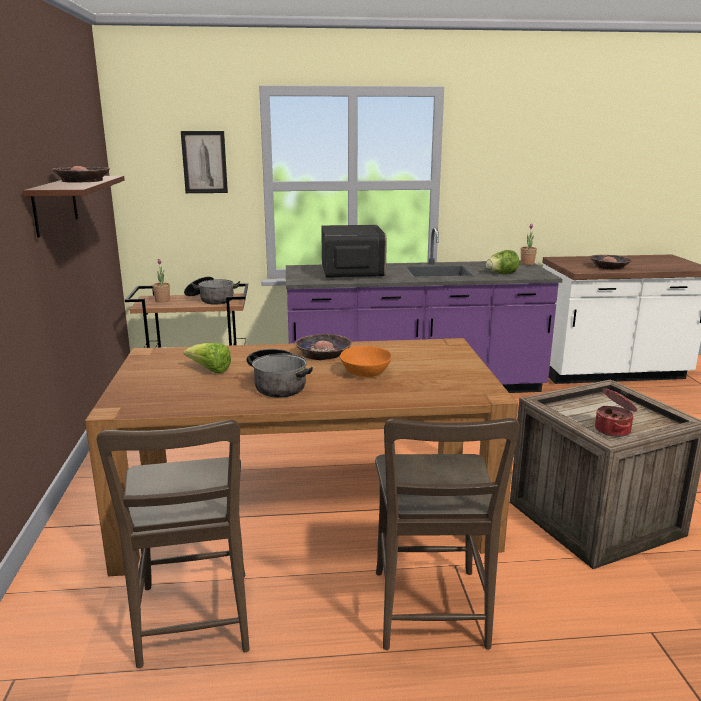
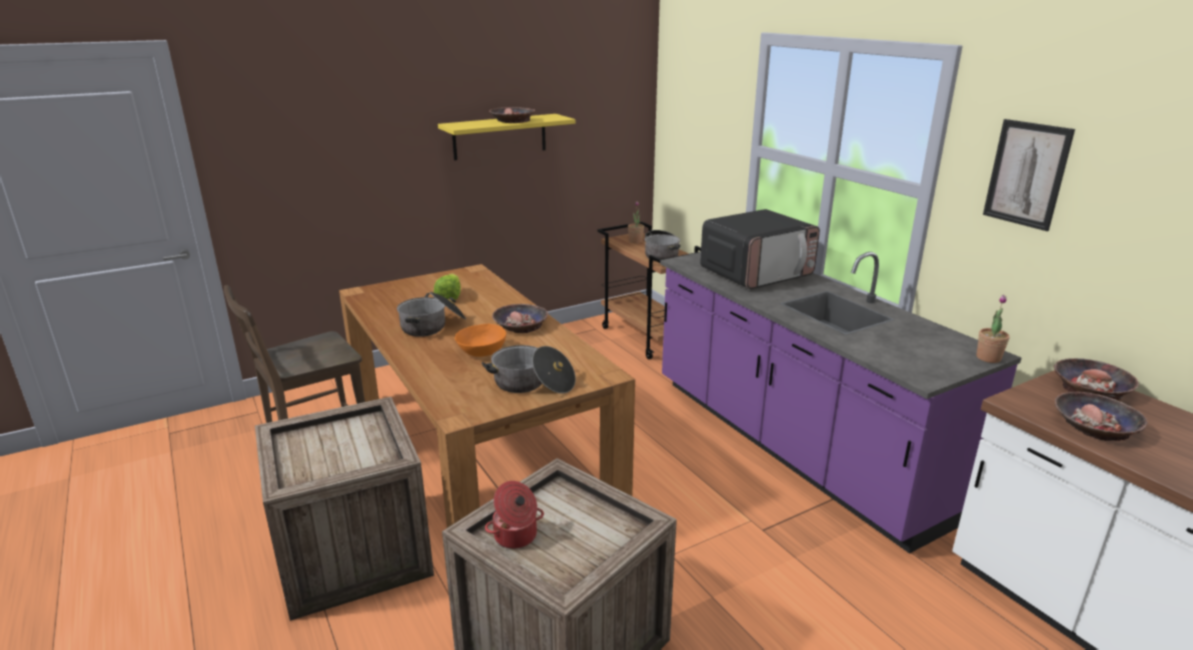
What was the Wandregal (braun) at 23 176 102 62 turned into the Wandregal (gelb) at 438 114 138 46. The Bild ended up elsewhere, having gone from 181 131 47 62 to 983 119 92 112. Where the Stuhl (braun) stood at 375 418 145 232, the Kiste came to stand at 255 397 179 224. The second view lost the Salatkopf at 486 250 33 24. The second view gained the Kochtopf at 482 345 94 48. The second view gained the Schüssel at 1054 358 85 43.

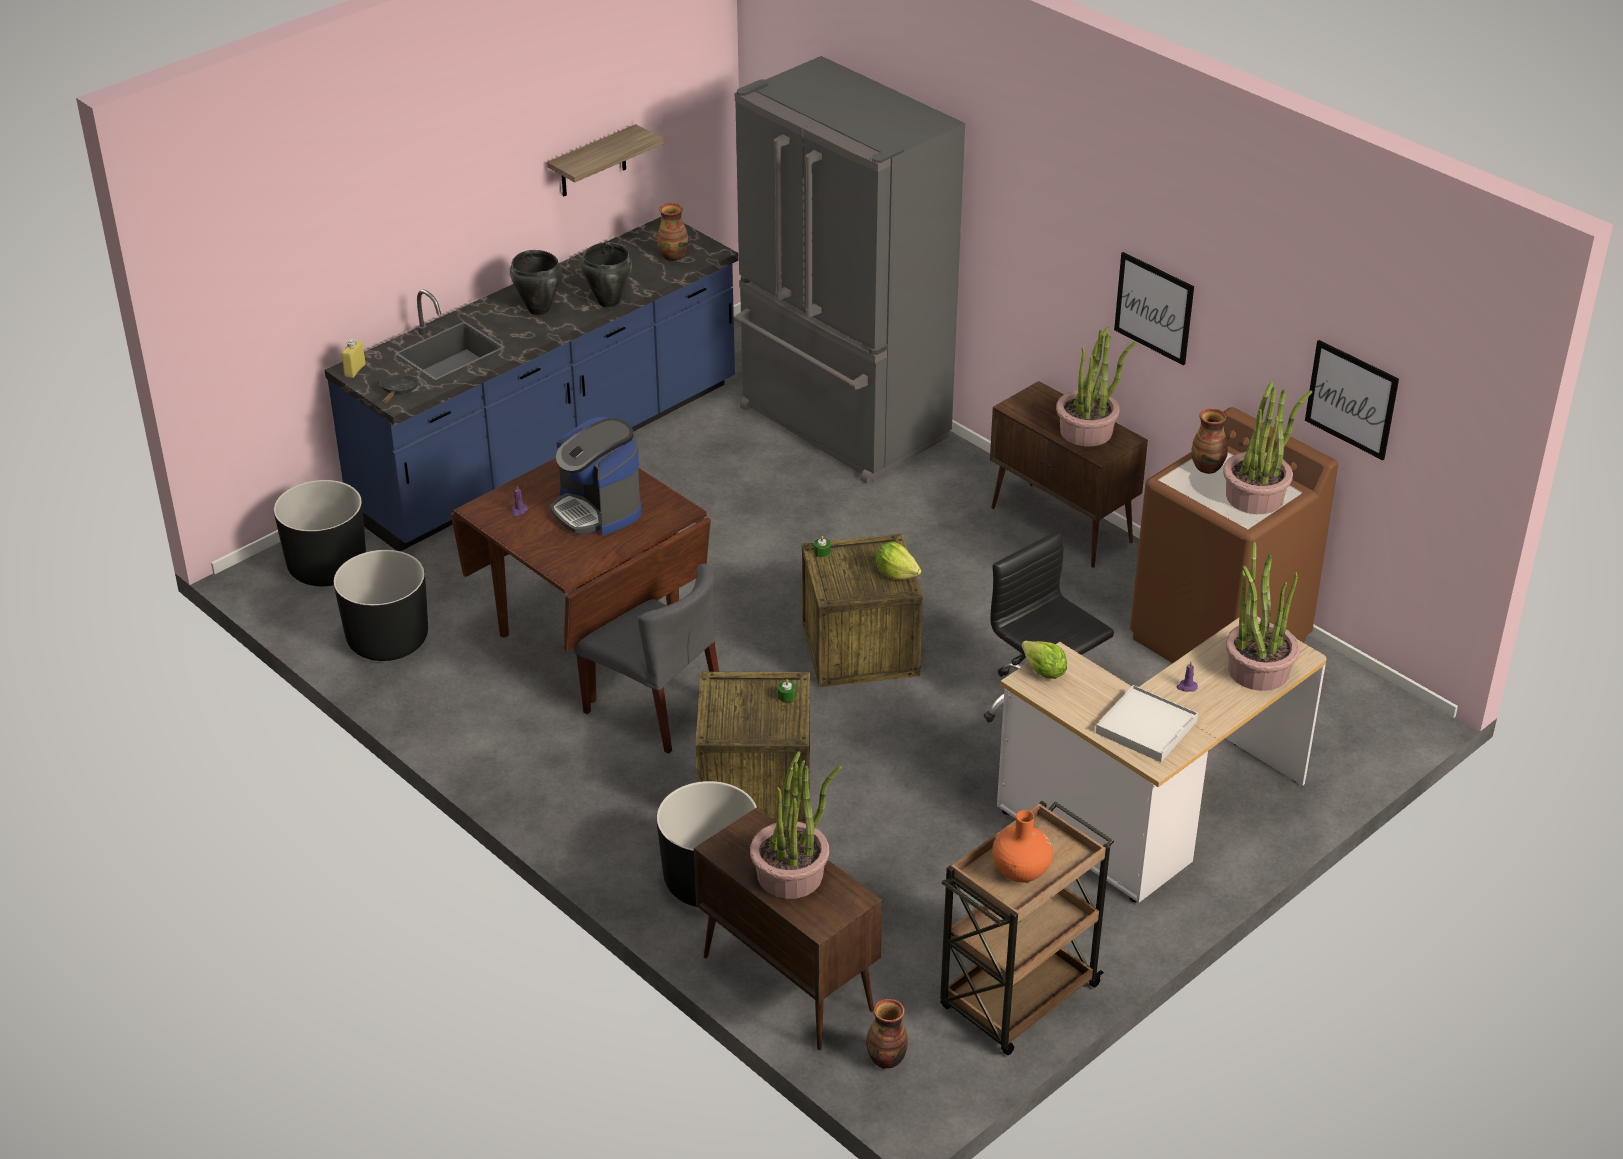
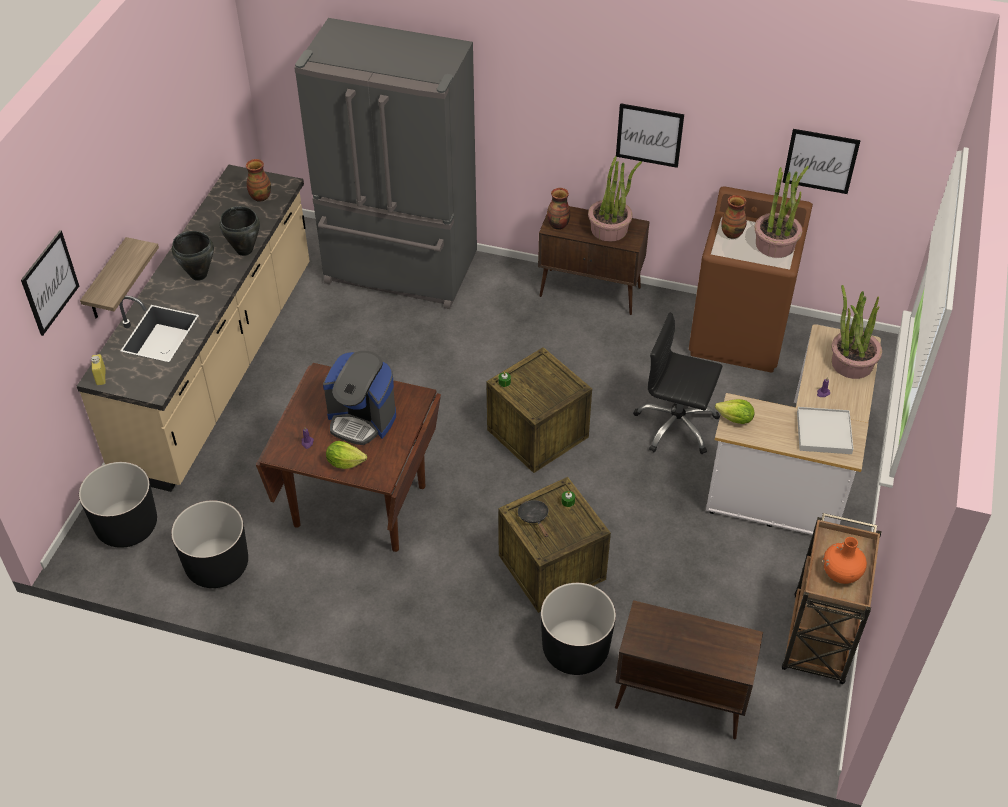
What was the Küchenzeile (blau) at 325 217 413 334 turned into the Küchenzeile (beige) at 77 165 233 327. The Pfanne (schwarz) ended up elsewhere, having gone from 380 375 38 29 to 518 500 31 37. The Wandregal ended up elsewhere, having gone from 547 124 117 72 to 80 237 79 82. The second view lost the Stuhl (grau) at 574 564 145 190. The second view lost the Topfpflanze at 750 751 92 148. The Vase ended up elsewhere, having gone from 866 999 42 70 to 547 188 23 42. The Salatkopf ended up elsewhere, having gone from 876 542 45 37 to 326 441 41 28. The second view gained the Bild at 21 230 58 106.

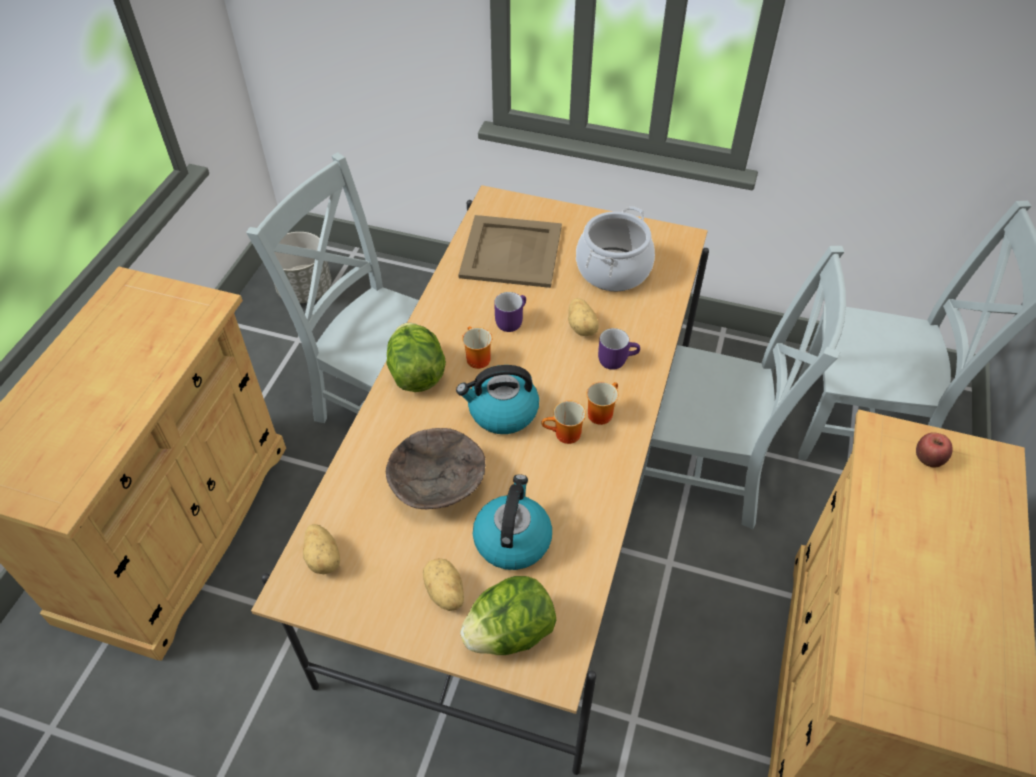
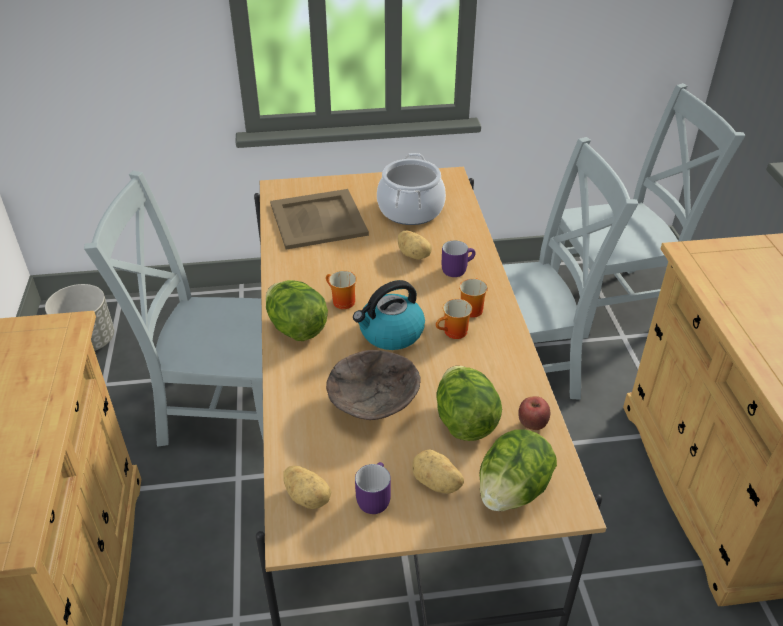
Where the Wasserkessel stood at 473 474 79 96, the Salatkopf came to stand at 436 366 66 75. The Henkelbecher (lila) ended up elsewhere, having gone from 494 292 32 40 to 355 462 36 52. The Apfel ended up elsewhere, having gone from 916 432 37 36 to 518 396 32 34.

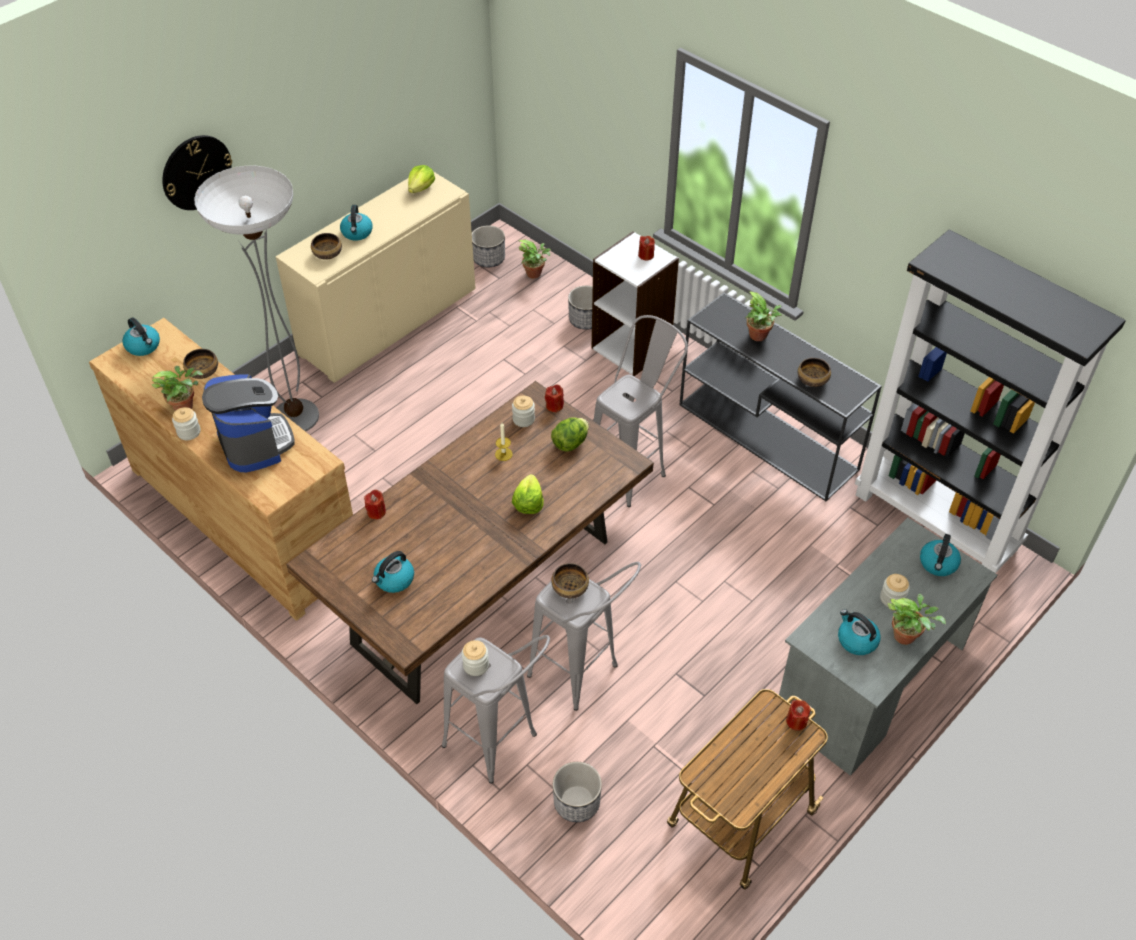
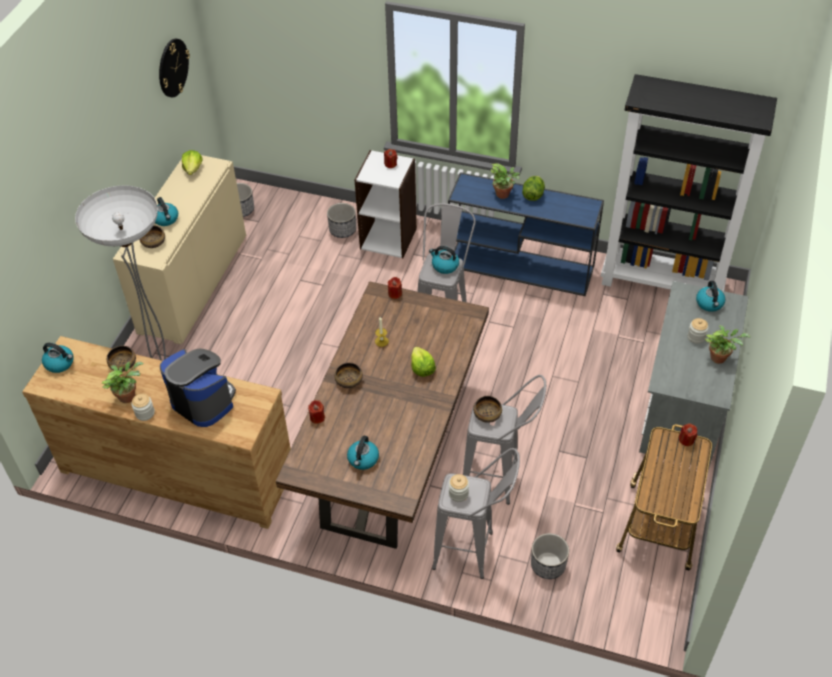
The Wanduhr ended up elsewhere, having gone from 162 135 70 75 to 159 39 31 58. The second view lost the Vorratsglas at 512 396 23 31. The second view lost the Topfpflanze at 519 239 32 40. The Salatkopf ended up elsewhere, having gone from 551 417 38 35 to 522 176 23 25. What was the Konsolentisch (schwarz) at 680 293 202 208 turned into the Konsolentisch (blau) at 448 172 156 124. The Schüssel ended up elsewhere, having gone from 798 358 33 29 to 334 362 29 26. The Wasserkessel ended up elsewhere, having gone from 838 609 43 46 to 429 246 30 28.

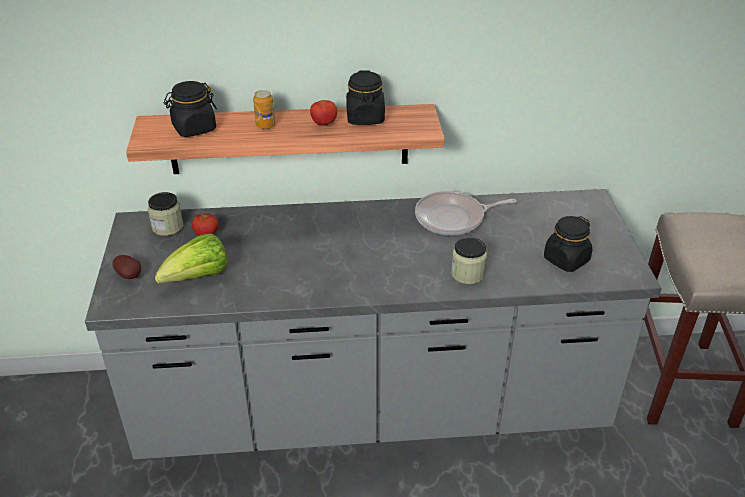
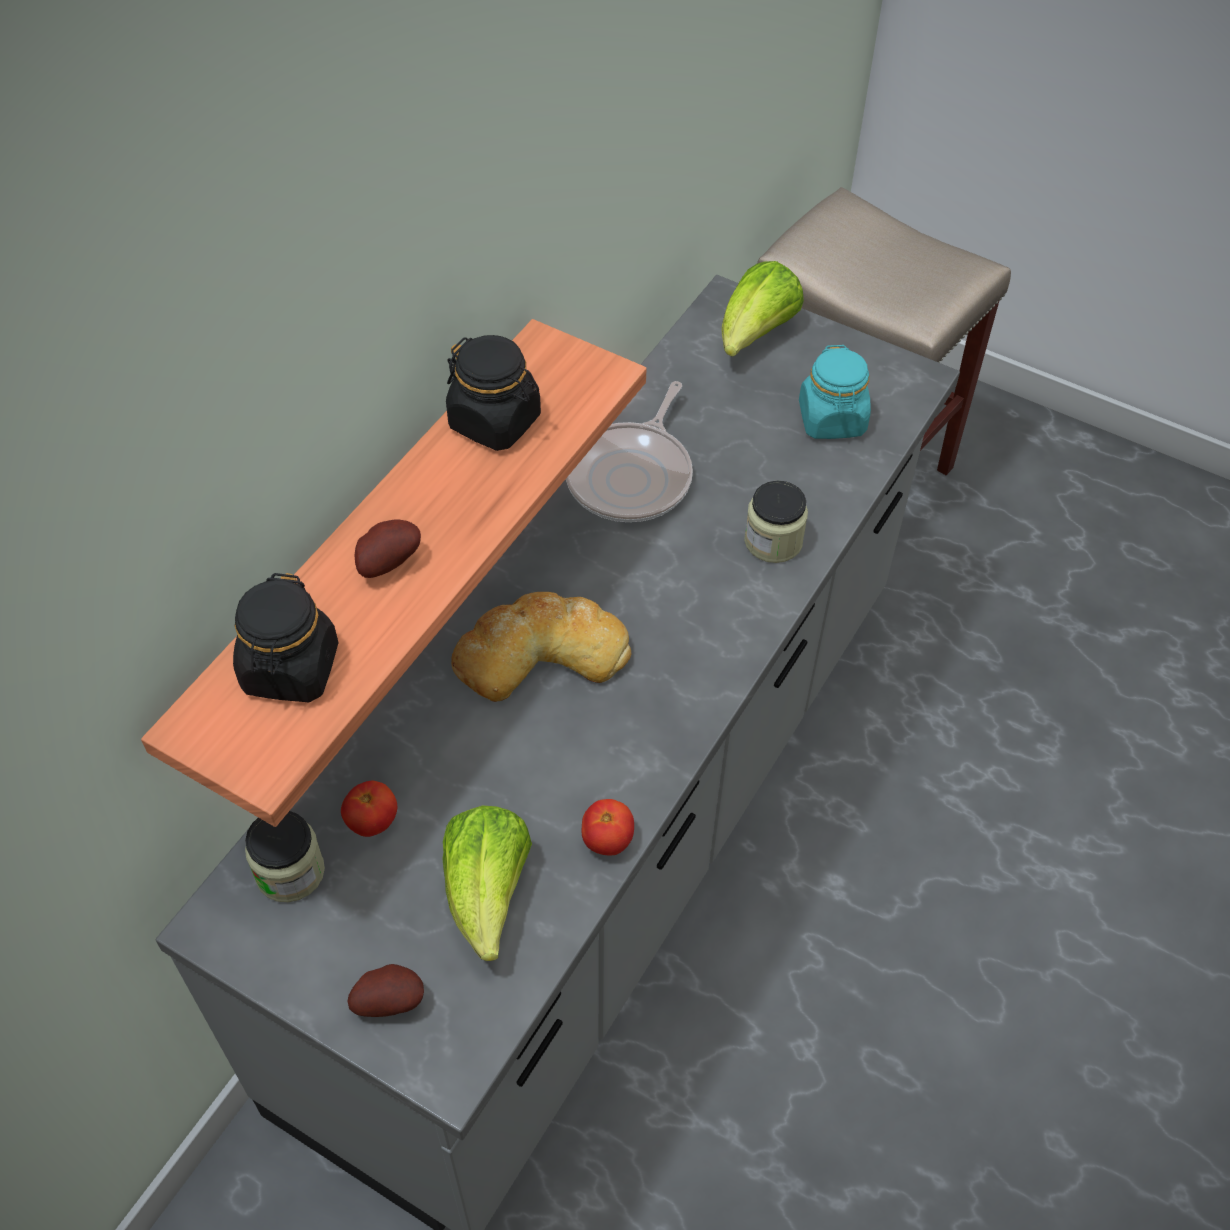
Where the Dose stood at 253 90 22 39, the Kartoffel came to stand at 355 519 66 59. The Tomate ended up elsewhere, having gone from 310 100 27 25 to 582 799 52 56. What was the Vorratsglas (schwarz) at 544 216 48 56 turned into the Vorratsglas (türkis) at 799 345 72 94. The second view gained the Brot at 451 592 180 110. The second view gained the Salatkopf at 722 261 82 96.

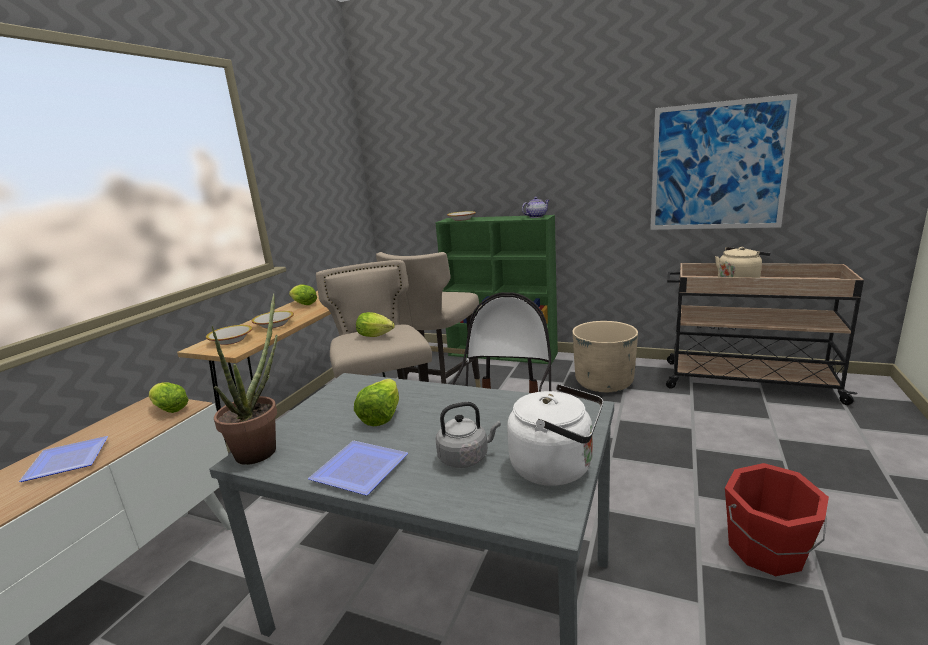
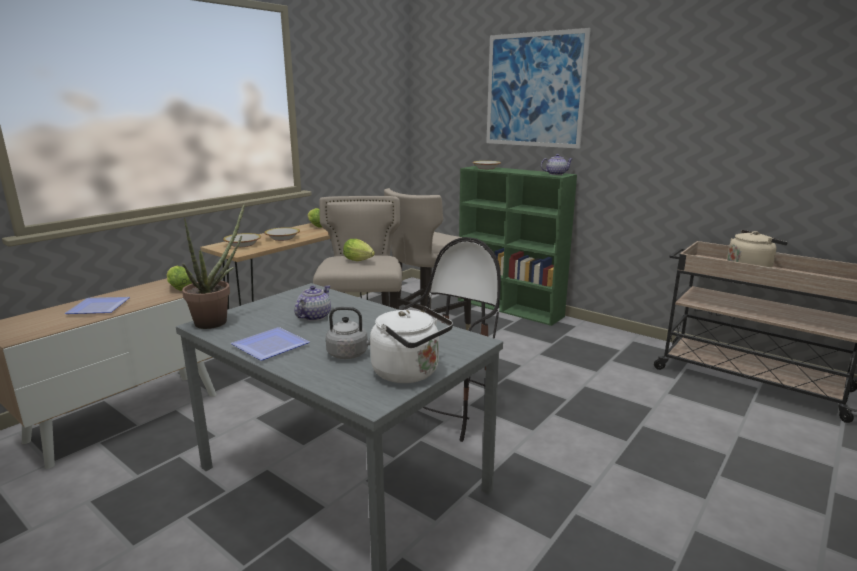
Where the Salatkopf stood at 354 379 45 47, the Teekanne came to stand at 295 285 36 36. The second view lost the Pflanzkübel (beige) at 572 321 66 71. The Bild ended up elsewhere, having gone from 650 94 148 136 to 486 28 105 121. The second view lost the Eimer (rot) at 725 463 104 113.

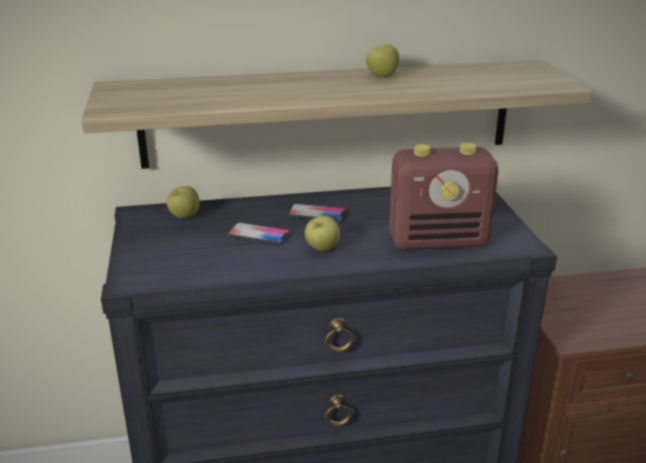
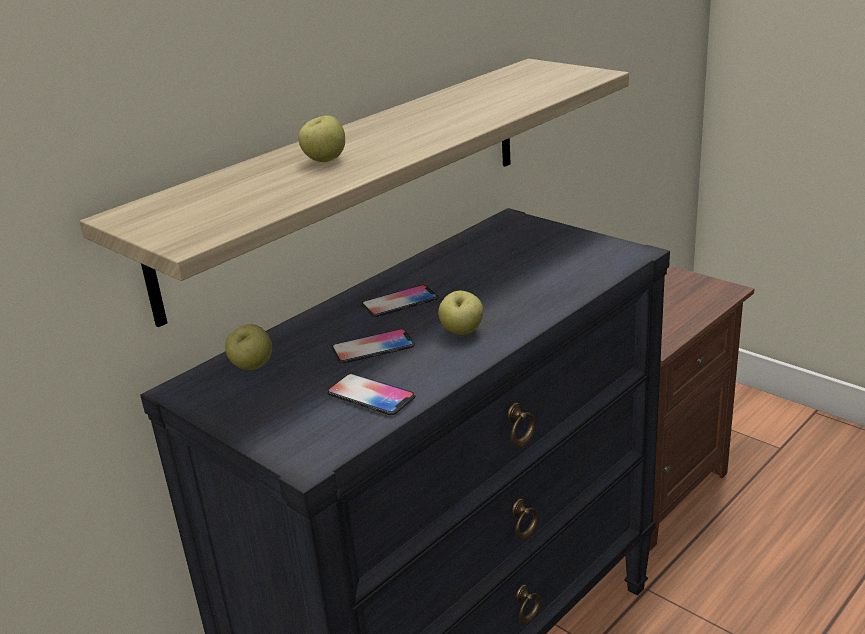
The Apfel ended up elsewhere, having gone from 366 45 33 32 to 298 115 47 47. The second view lost the Radio at 389 143 109 107. The second view gained the Handy at 327 373 89 42.

